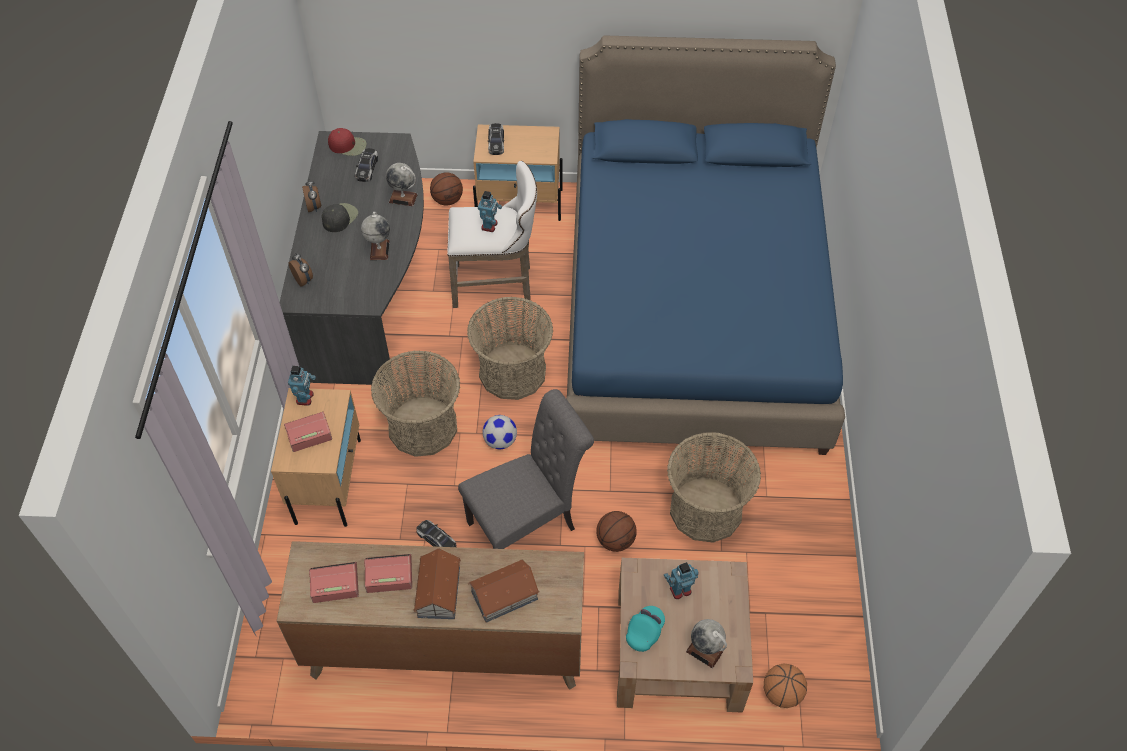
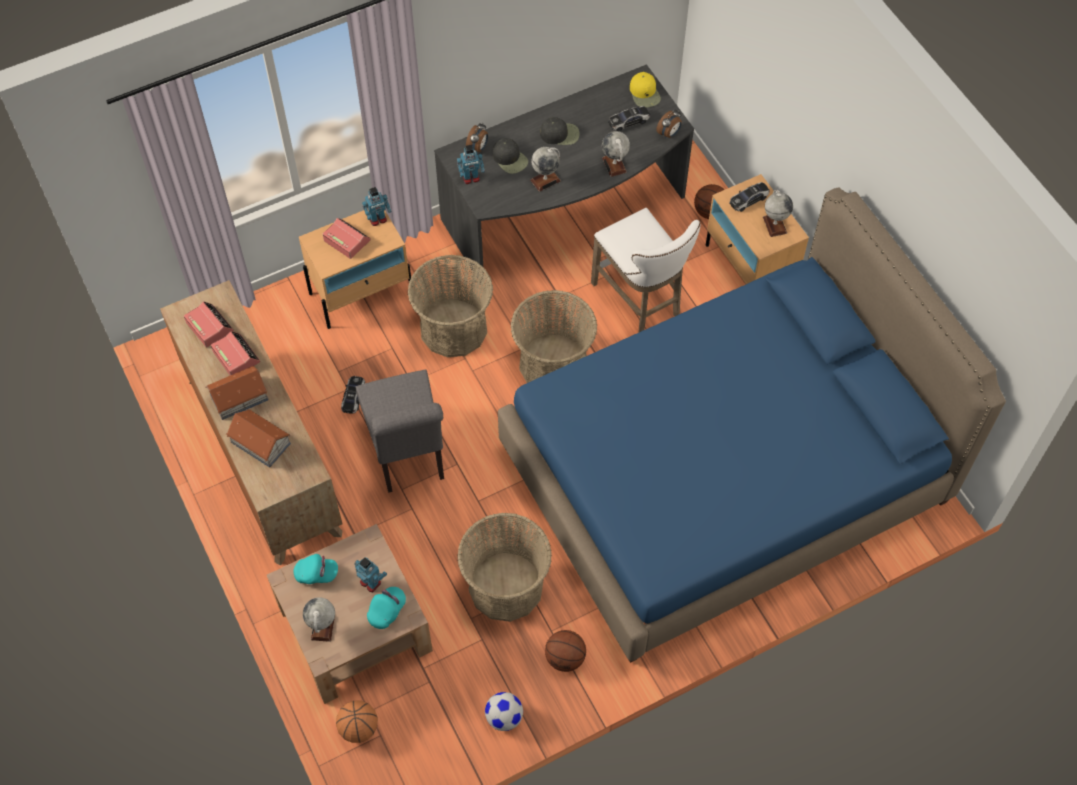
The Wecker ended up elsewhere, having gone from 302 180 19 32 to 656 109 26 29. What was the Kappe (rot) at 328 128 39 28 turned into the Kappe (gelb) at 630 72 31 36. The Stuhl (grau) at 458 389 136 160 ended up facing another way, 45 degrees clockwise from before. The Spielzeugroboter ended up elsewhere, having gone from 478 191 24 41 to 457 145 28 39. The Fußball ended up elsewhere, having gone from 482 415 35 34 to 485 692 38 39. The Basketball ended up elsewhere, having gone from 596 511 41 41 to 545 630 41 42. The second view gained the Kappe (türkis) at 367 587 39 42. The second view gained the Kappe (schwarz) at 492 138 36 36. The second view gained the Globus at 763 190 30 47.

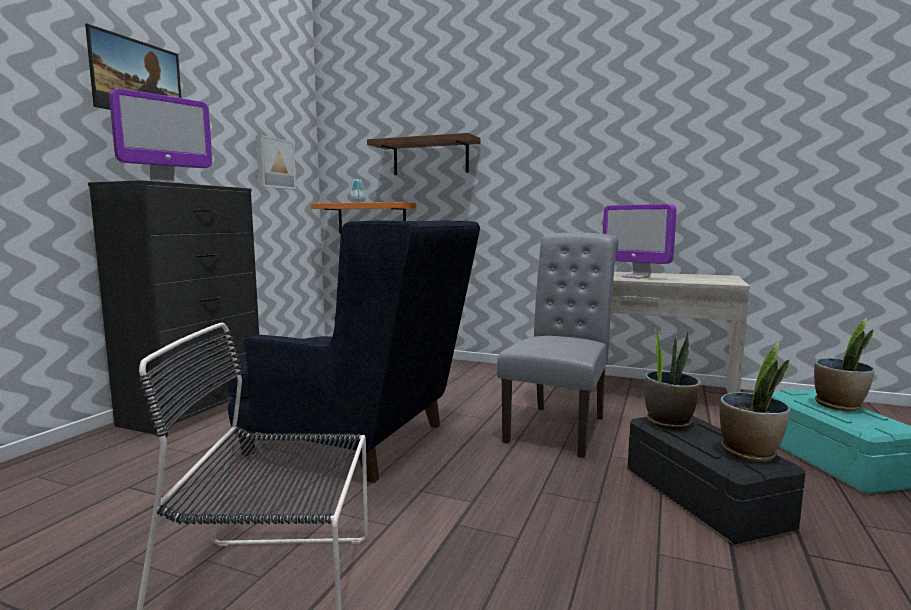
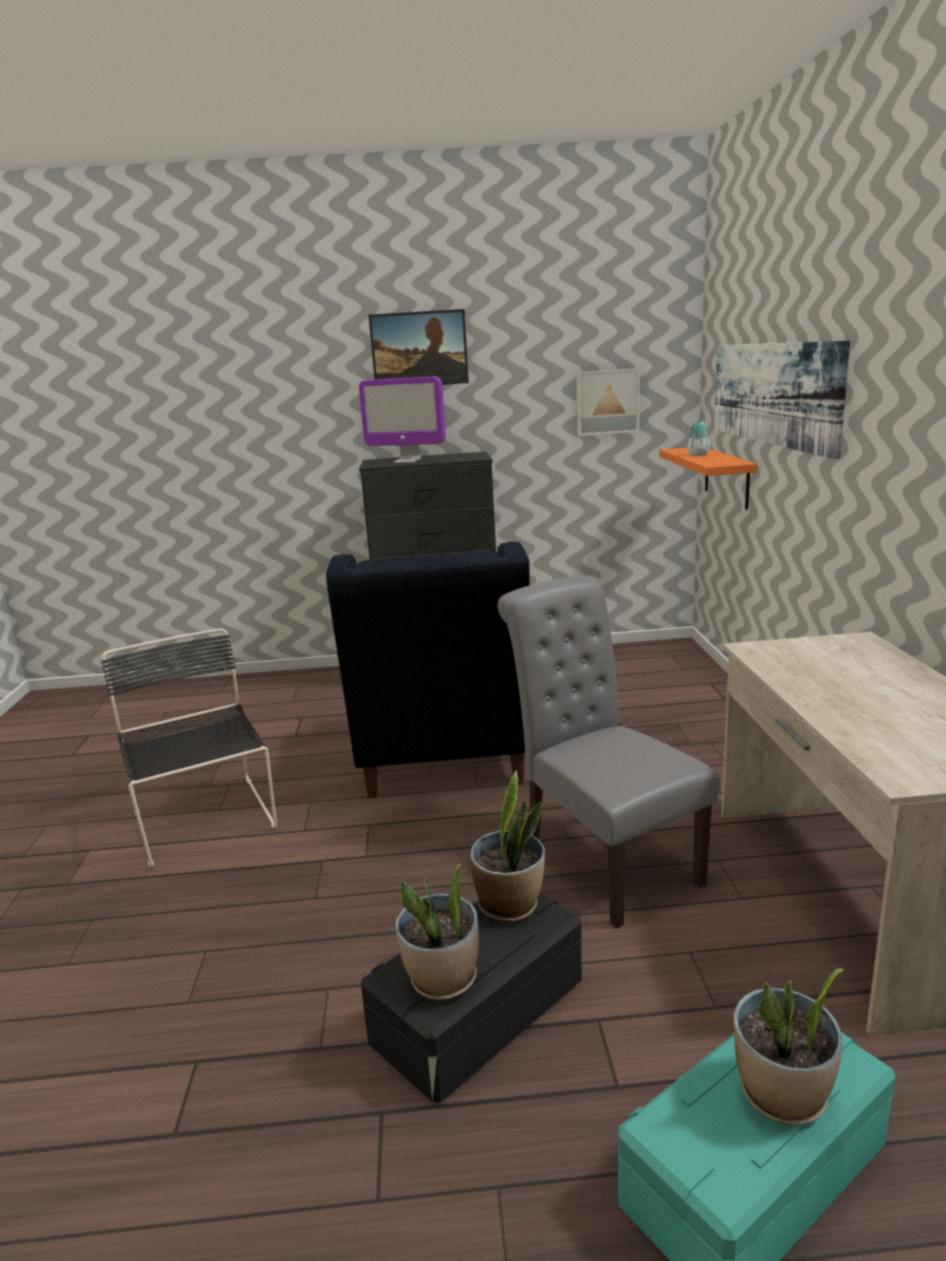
Where the Wandregal (braun) hung at 367 133 113 42, the Bild came to hang at 714 340 136 119. The Stuhl (grau) at 497 233 121 225 ended up facing another way, 120 degrees counterclockwise from before. The second view lost the Monitor at 603 204 73 75.

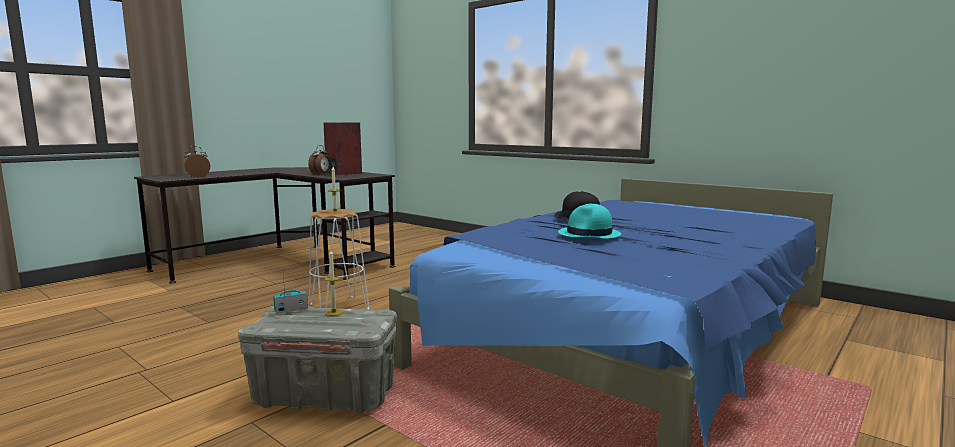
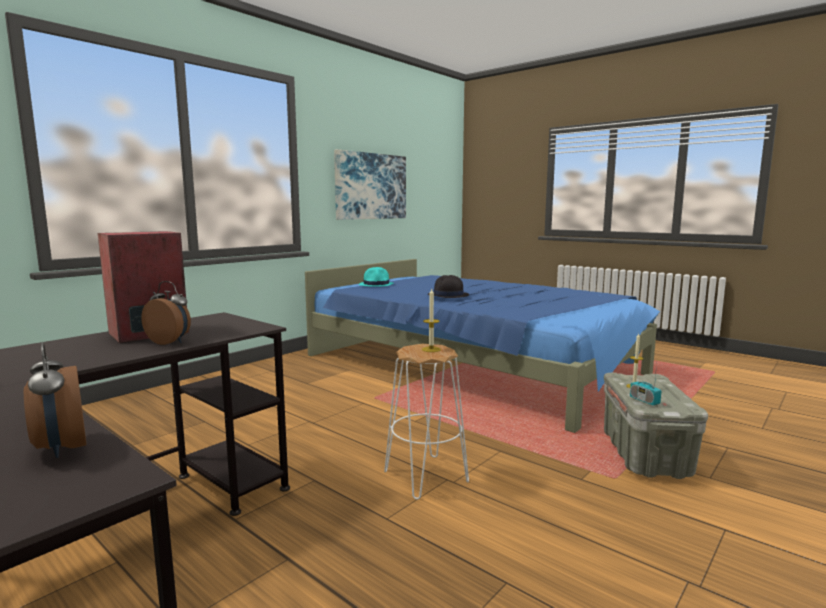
The Hut (türkis) ended up elsewhere, having gone from 558 204 63 35 to 359 267 35 20. The second view gained the Bild at 334 149 72 71.

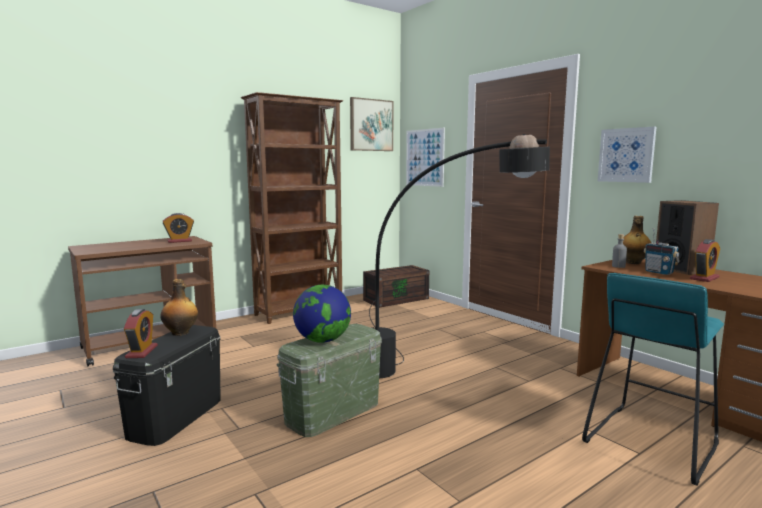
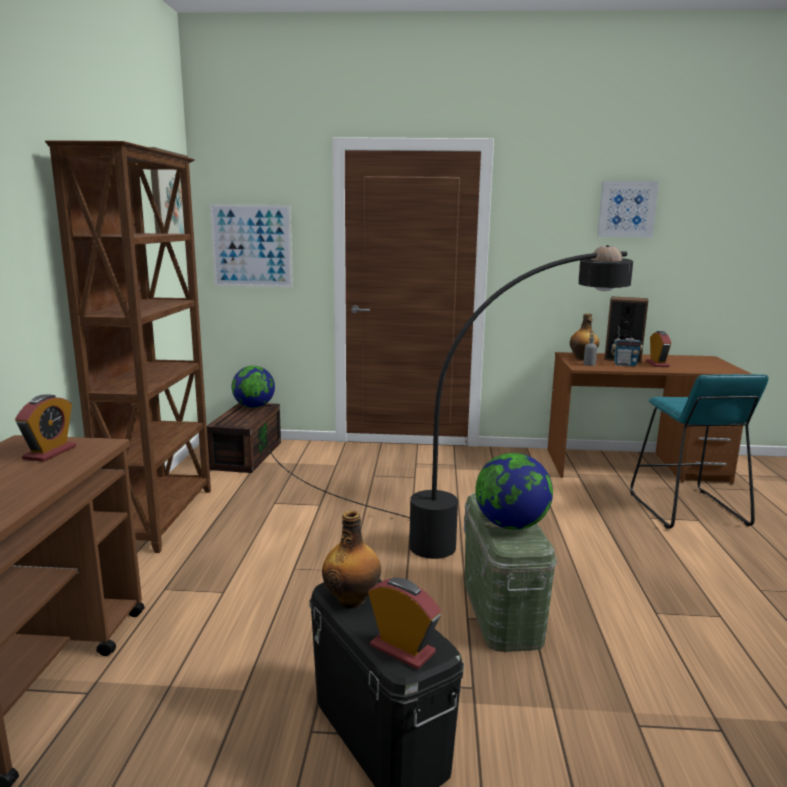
The Bild ended up elsewhere, having gone from 598 127 59 56 to 597 181 62 57. The second view gained the Globus at 232 366 43 42.

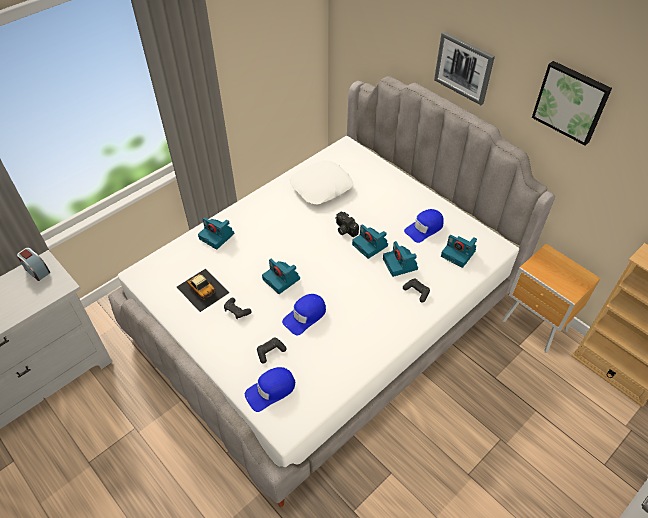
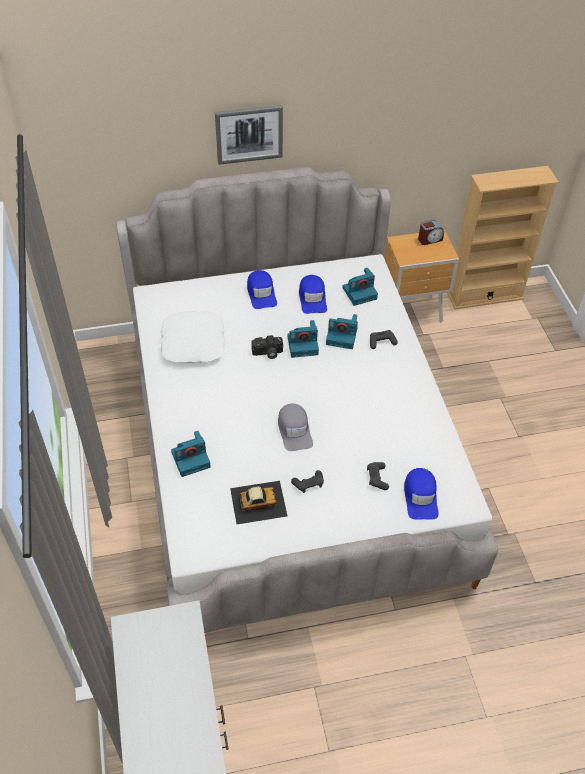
The Wecker ended up elsewhere, having gone from 17 248 33 33 to 418 220 26 25. Where the Kamera stood at 262 259 38 35, the Kappe (grau) came to stand at 278 404 35 47. The Kappe (blau) ended up elsewhere, having gone from 282 294 44 41 to 247 270 30 39. The second view lost the Bild at 532 61 80 84.

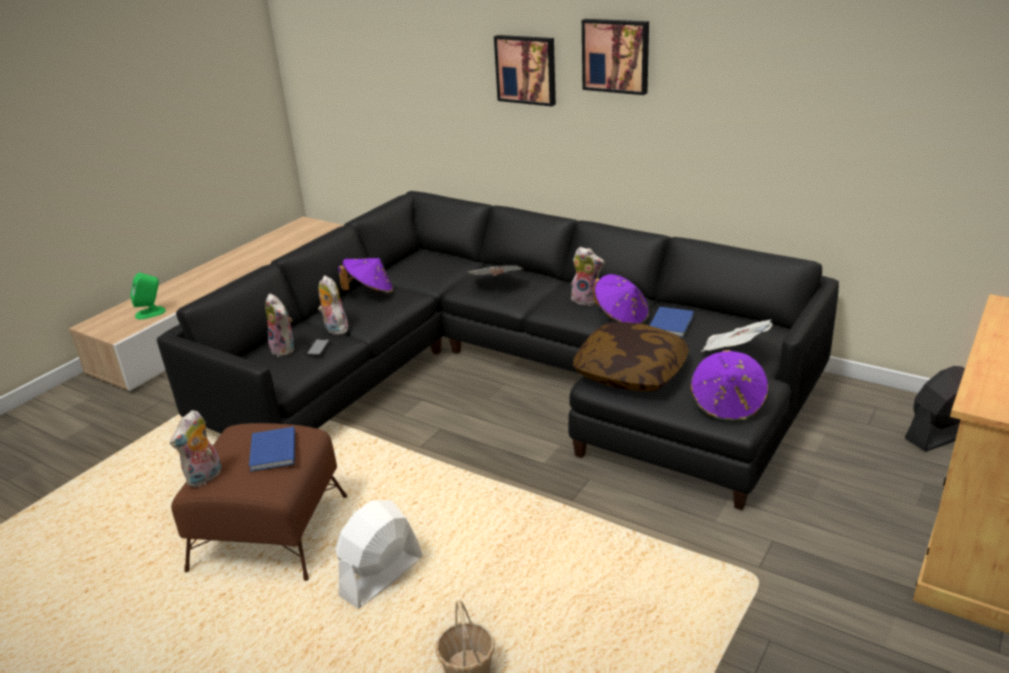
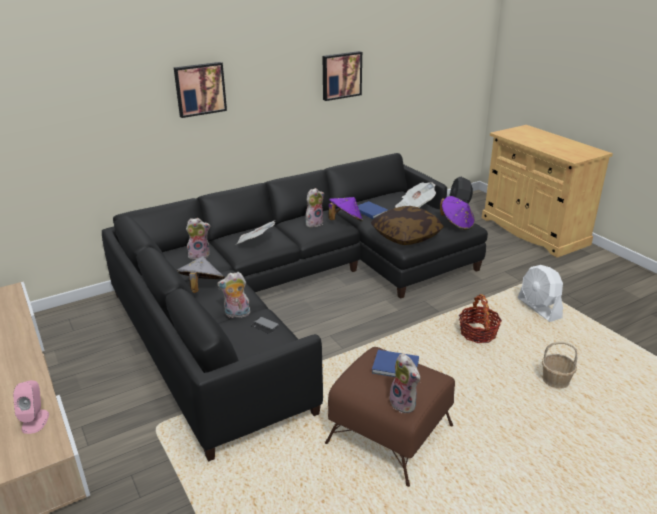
What was the Lautsprecher (grün) at 130 272 36 47 turned into the Lautsprecher (rosa) at 13 380 36 54. The Plüschtier ended up elsewhere, having gone from 265 293 29 64 to 186 218 24 42. The Ventilator (weiß) ended up elsewhere, having gone from 336 500 87 109 to 518 265 45 57. What was the Hut (lila) at 338 258 55 36 turned into the Hut (grau) at 177 256 48 37. The Bild ended up elsewhere, having gone from 582 19 67 76 to 323 51 39 50. The second view gained the Korb at 459 294 43 49.

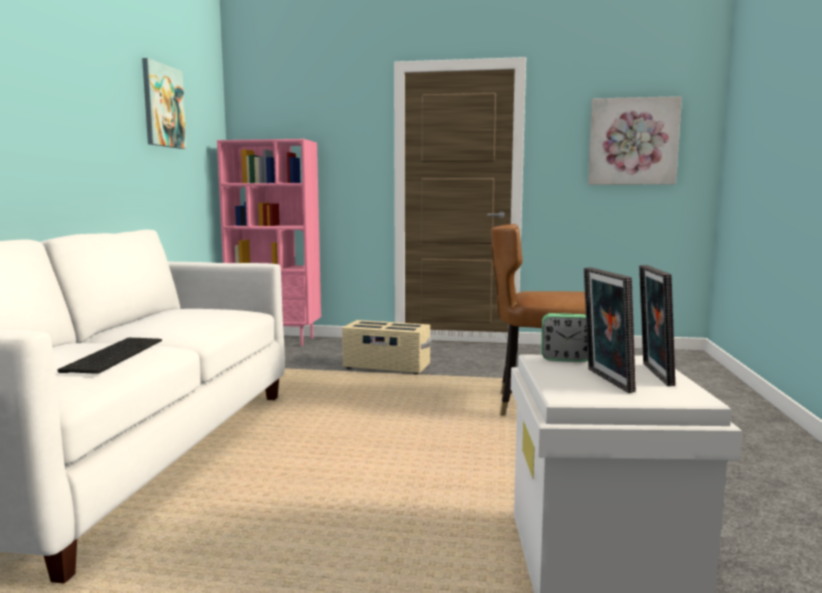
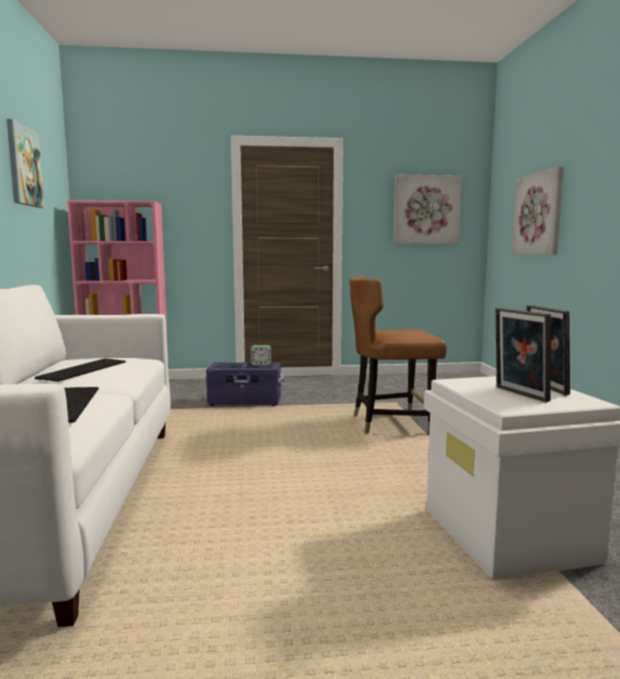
What was the Aufbewahrungsbox (beige) at 342 320 90 54 turned into the Aufbewahrungsbox (lila) at 205 362 79 44. The Wecker ended up elsewhere, having gone from 541 313 47 49 to 250 345 21 21. The second view gained the Tastatur at 35 358 91 24. The second view gained the Bild at 512 166 52 89.

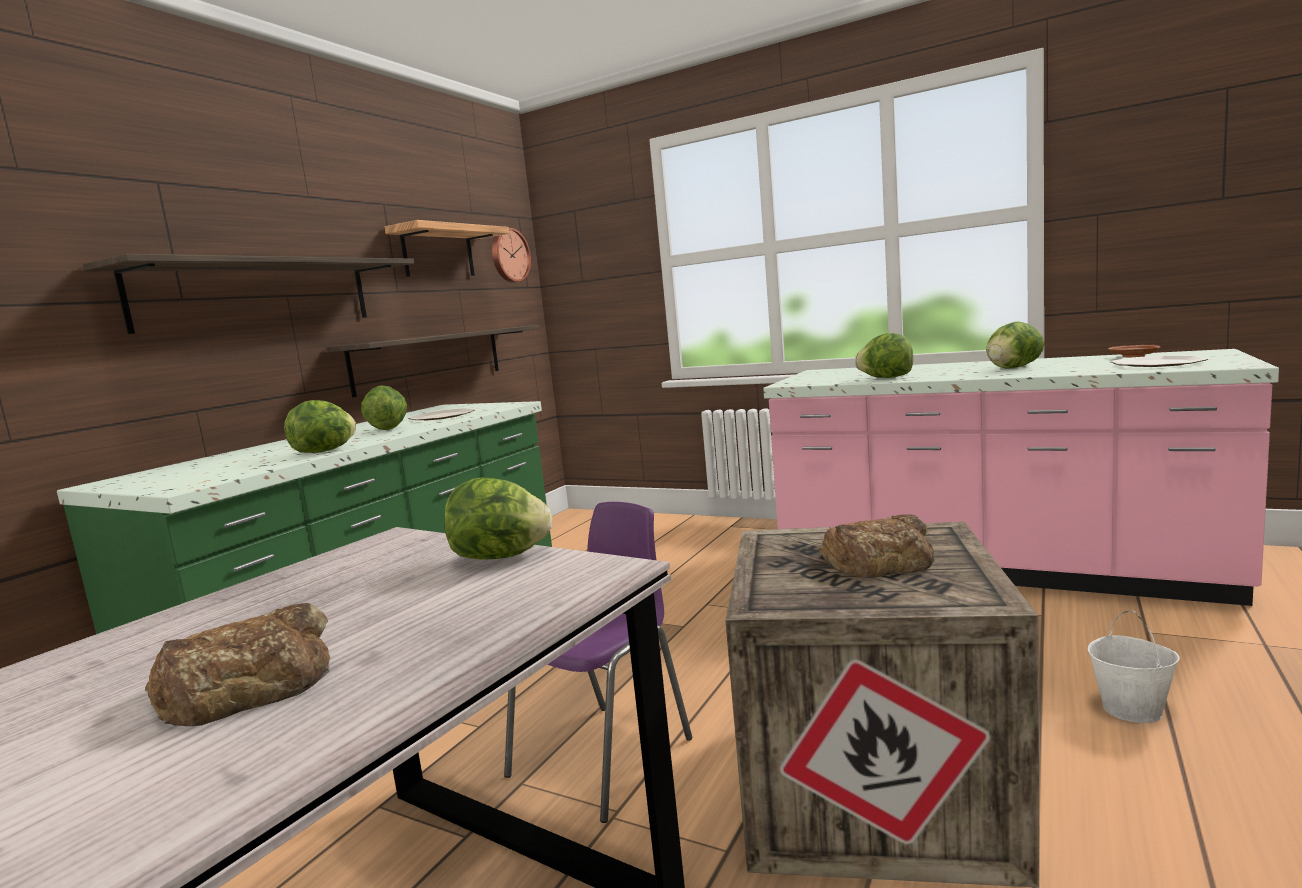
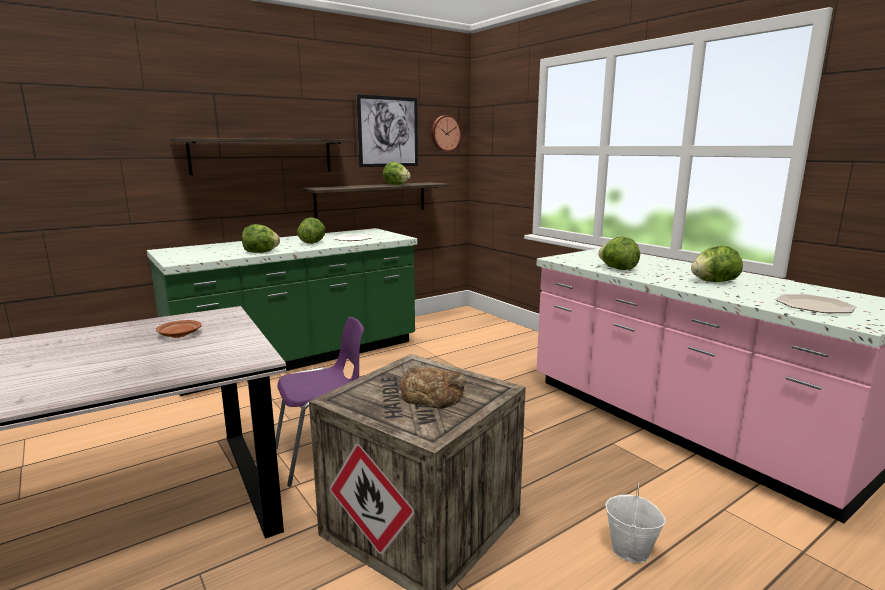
The second view lost the Brot at 145 603 185 123. Where the Wandregal hung at 385 220 124 57, the Bild came to hang at 357 94 61 73. The Salatkopf ended up elsewhere, having gone from 444 477 108 83 to 383 162 28 23. The Teller (braun) ended up elsewhere, having gone from 1108 345 52 12 to 156 320 46 18.

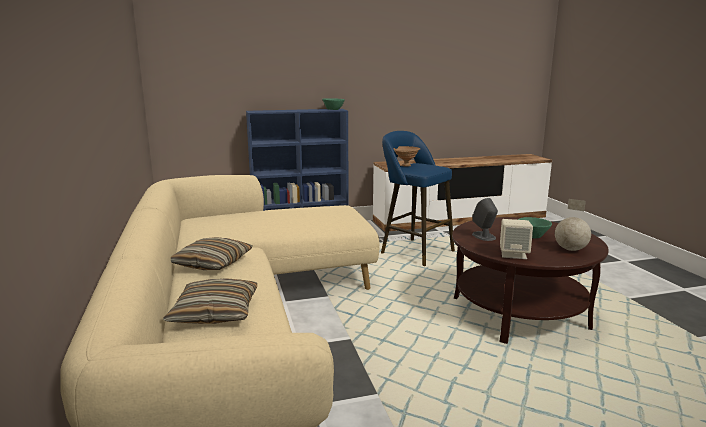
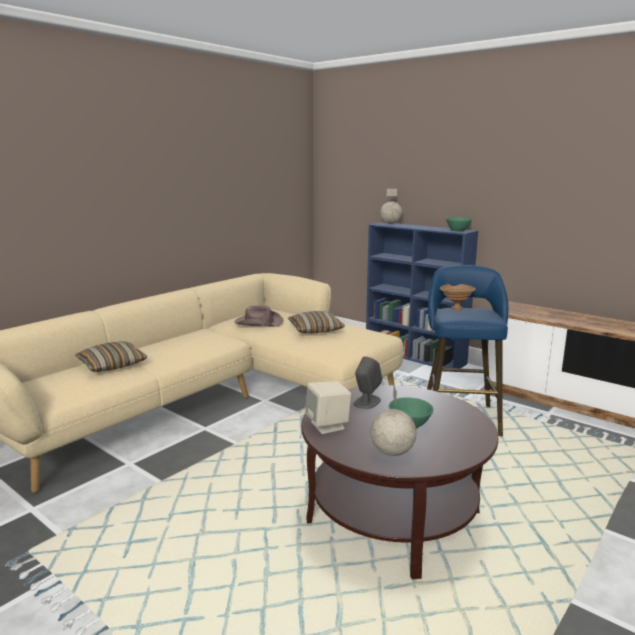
The Kissen ended up elsewhere, having gone from 171 237 82 33 to 288 311 57 22. The second view gained the Hut (braun) at 235 306 49 21. The second view gained the Globus at 380 189 22 35.

